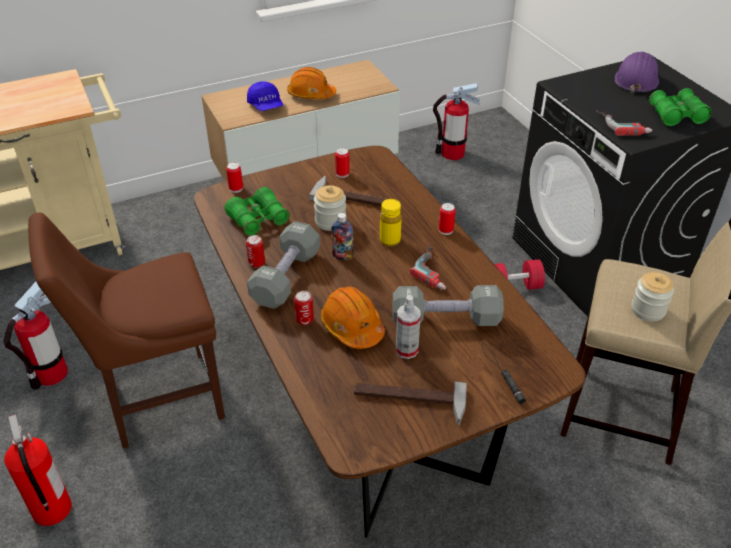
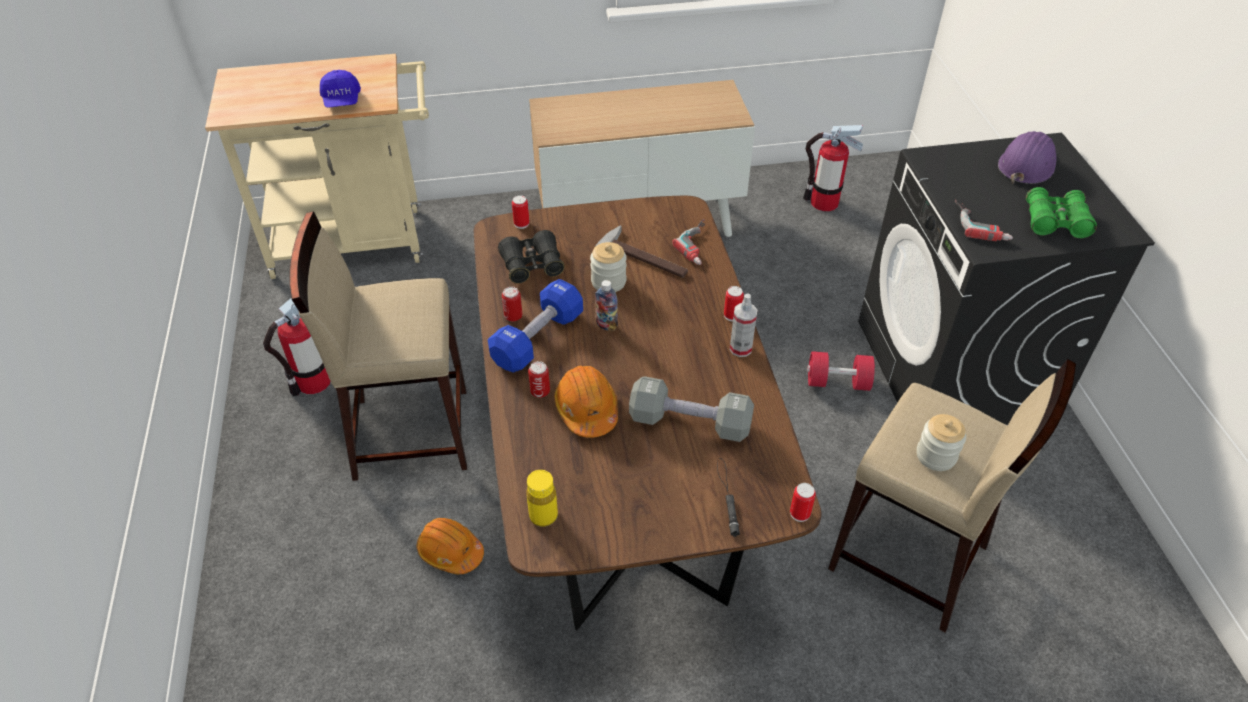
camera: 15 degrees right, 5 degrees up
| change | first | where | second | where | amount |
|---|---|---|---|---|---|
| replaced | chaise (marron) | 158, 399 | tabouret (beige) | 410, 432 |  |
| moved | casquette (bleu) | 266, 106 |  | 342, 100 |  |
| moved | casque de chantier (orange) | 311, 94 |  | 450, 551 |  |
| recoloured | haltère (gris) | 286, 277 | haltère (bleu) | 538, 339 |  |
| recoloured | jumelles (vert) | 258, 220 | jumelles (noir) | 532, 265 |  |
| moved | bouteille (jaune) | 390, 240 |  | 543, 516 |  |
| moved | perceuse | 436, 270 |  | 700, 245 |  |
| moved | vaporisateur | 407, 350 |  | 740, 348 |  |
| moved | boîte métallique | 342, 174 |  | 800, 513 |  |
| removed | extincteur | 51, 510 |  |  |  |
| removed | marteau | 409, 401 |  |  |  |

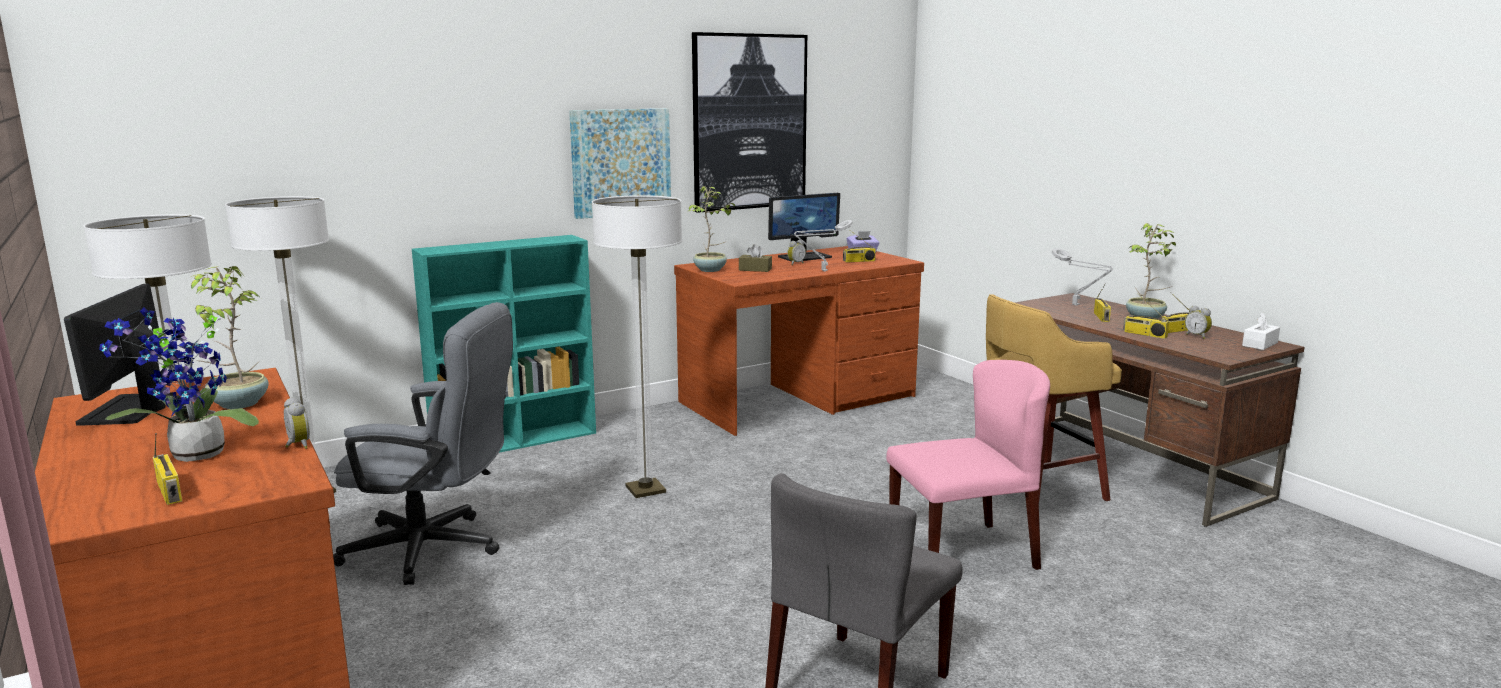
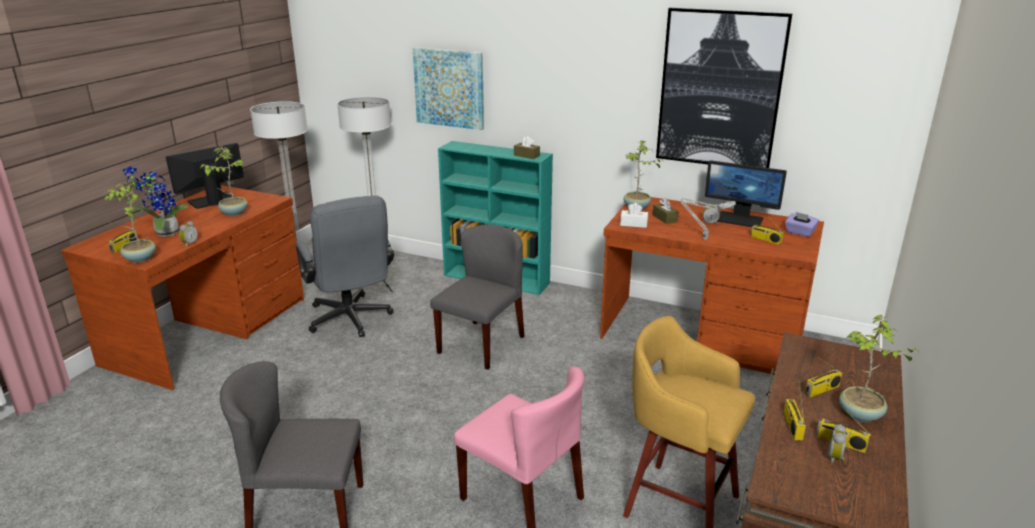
camera: 55 degrees right, 10 degrees up
| change | first | where | second | where | amount |
|---|---|---|---|---|---|
| added |  |  | plante en pot | 139, 259 |  |
| moved | tableau | 620, 162 |  | 449, 88 |  |
| replaced | lampadaire | 645, 490 | chaise (gris) | 481, 344 |  |
| added |  |  | boîte à mouchoirs (marron) | 526, 155 |  |
| moved | boîte à mouchoirs (blanc) | 1260, 344 |  | 633, 224 |  |
| removed | lampe de table (gris) | 1077, 305 |  |  |  |

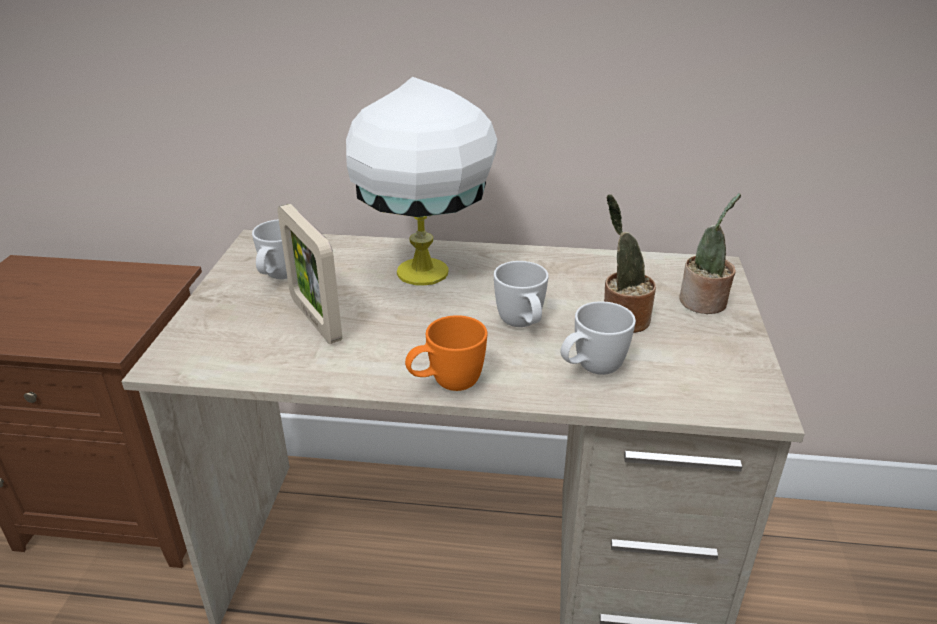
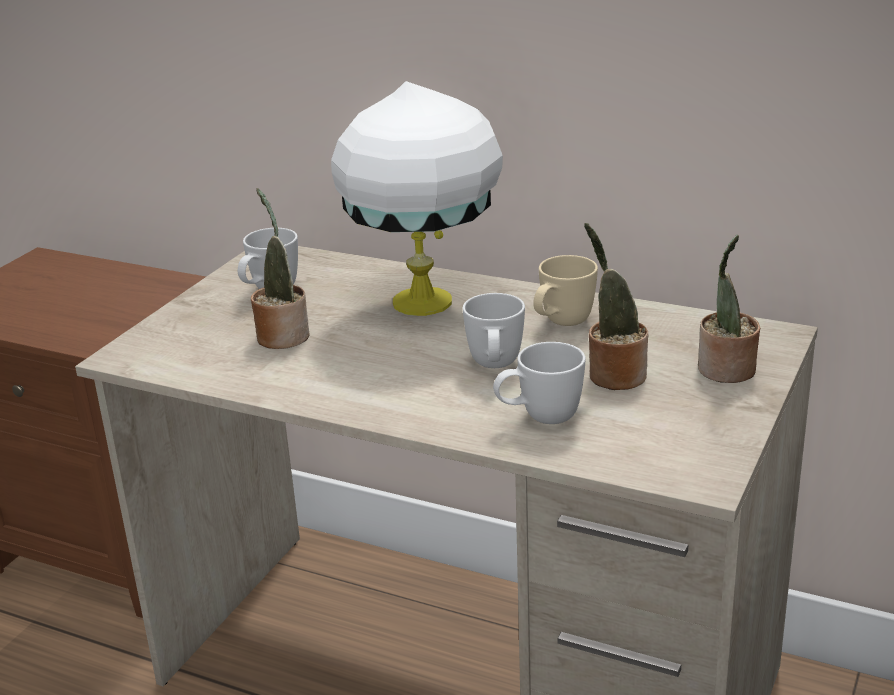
camera: 20 degrees right, 5 degrees down
| change | first | where | second | where | amount |
|---|---|---|---|---|---|
| replaced | cadre photo | 315, 319 | plante en pot | 282, 335 |  |
| added |  |  | mug (beige) | 561, 324 |  |
| removed | mug (orange) | 446, 385 |  |  |  |

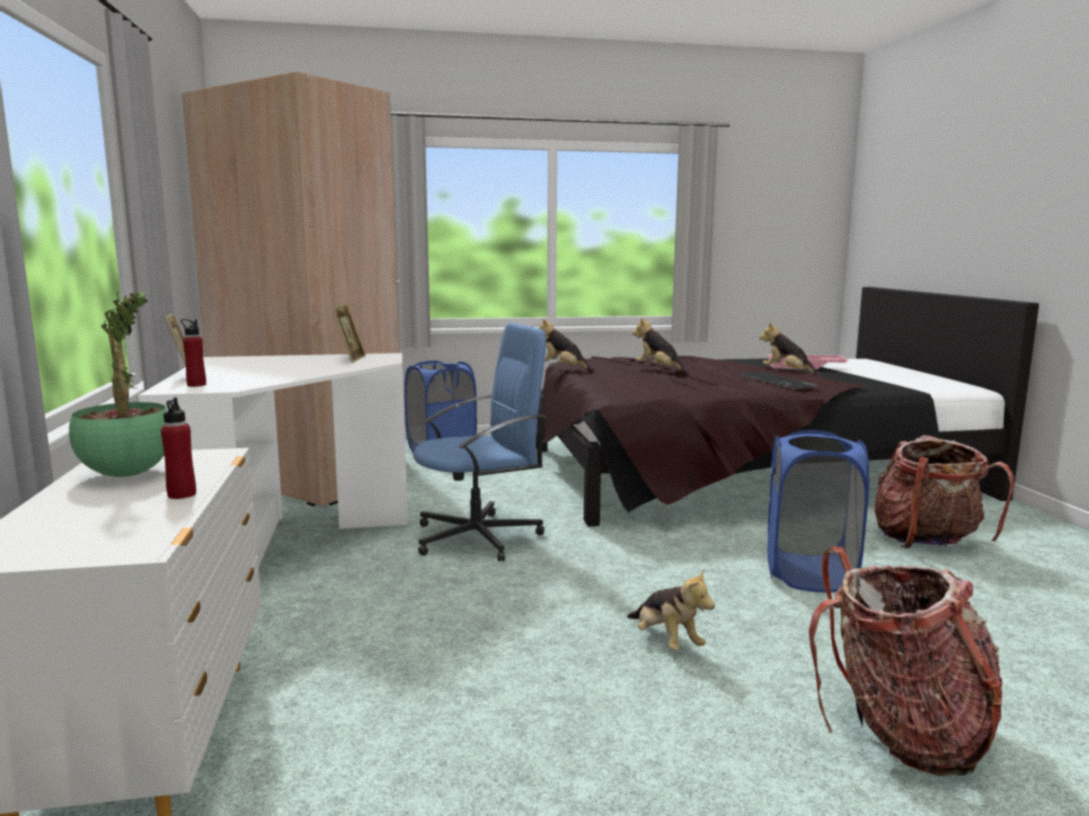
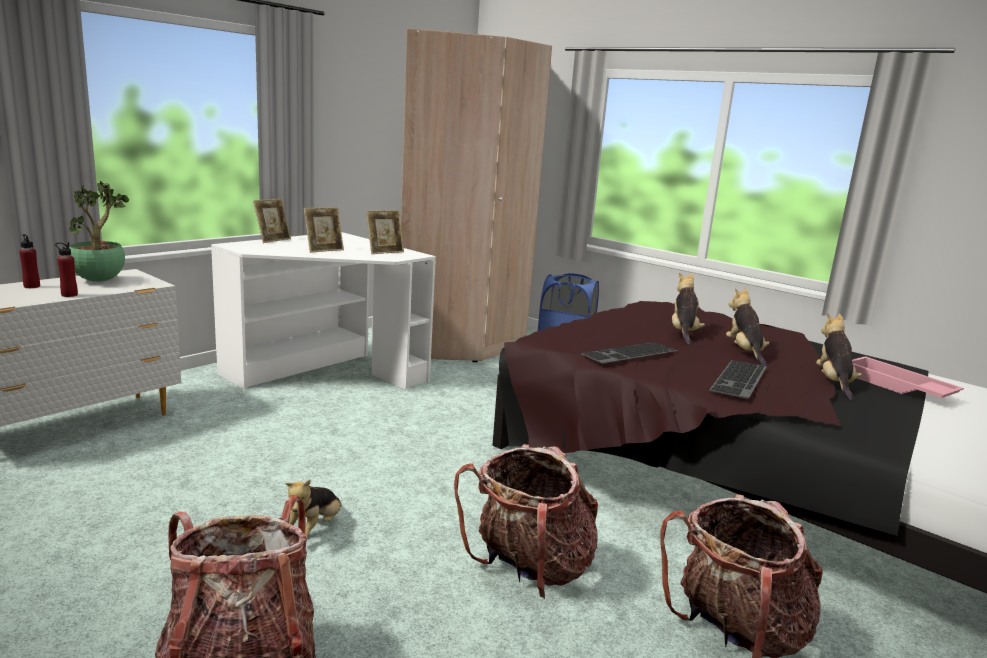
camera: 50 degrees right, 5 degrees up
| change | first | where | second | where | amount |
|---|---|---|---|---|---|
| moved | bouteille (rouge) | 196, 385 |  | 32, 286 |  |
| added |  |  | cadre photo | 324, 250 |  |
| replaced | panier à linge (bleu) | 809, 574 | sac à dos | 529, 569 |  |
| added |  |  | clavier | 630, 354 |  |
| moved | peluche | 563, 369 |  | 744, 352 |  |
| removed | chaise de bureau (bleu) | 479, 537 |  |  |  |

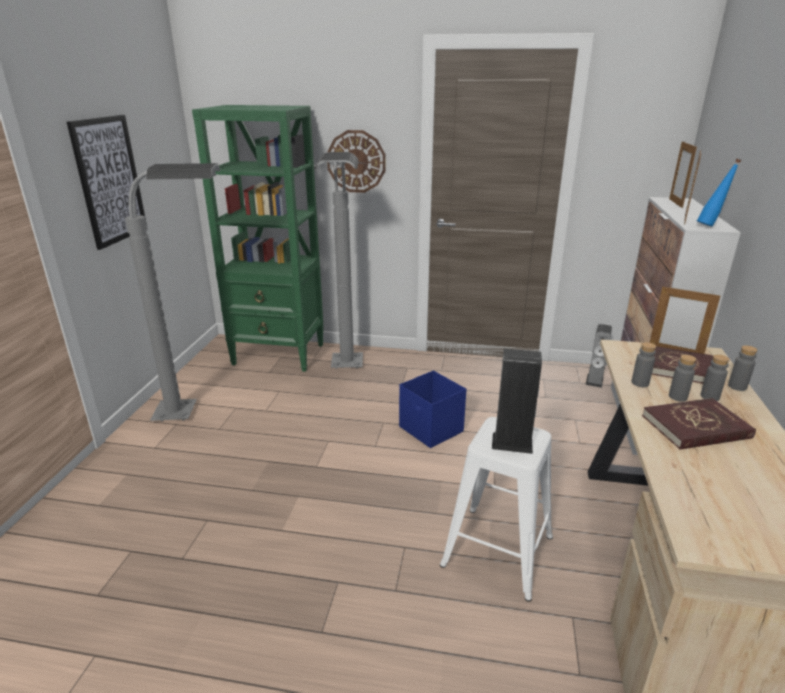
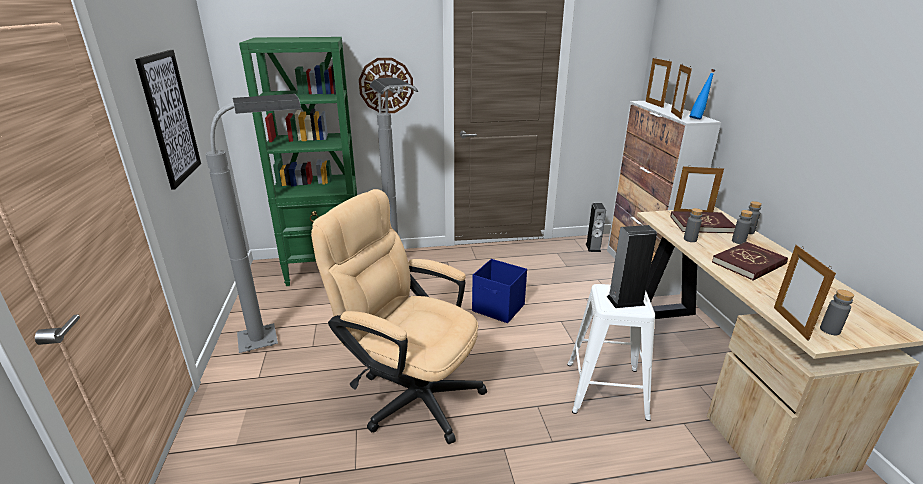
camera: 20 degrees left, 0 degrees up
| change | first | where | second | where | amount |
|---|---|---|---|---|---|
| added |  |  | chaise de bureau (beige) | 410, 392 |  |
| added |  |  | cadre photo | 790, 323 |  |
| moved | bouteille (gris) | 677, 397 |  | 829, 330 |  |

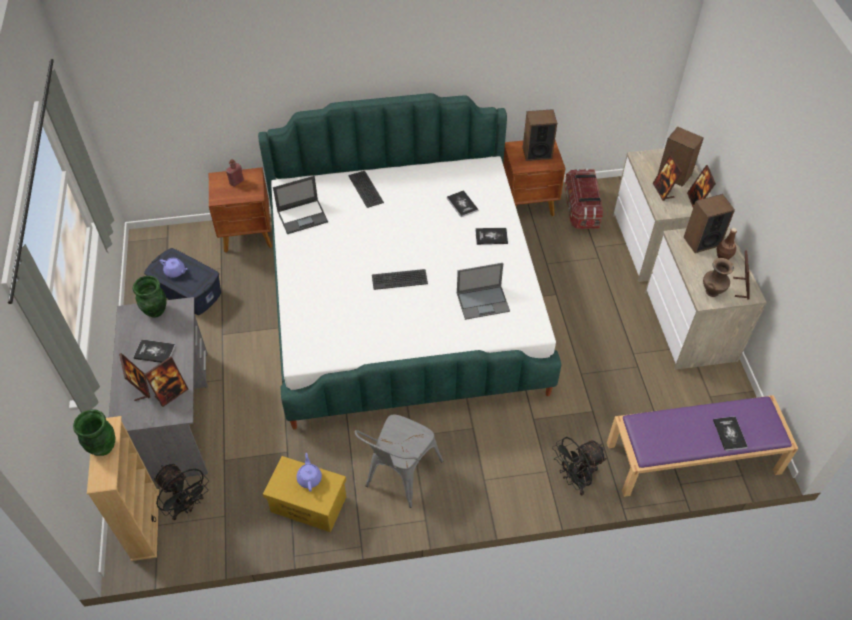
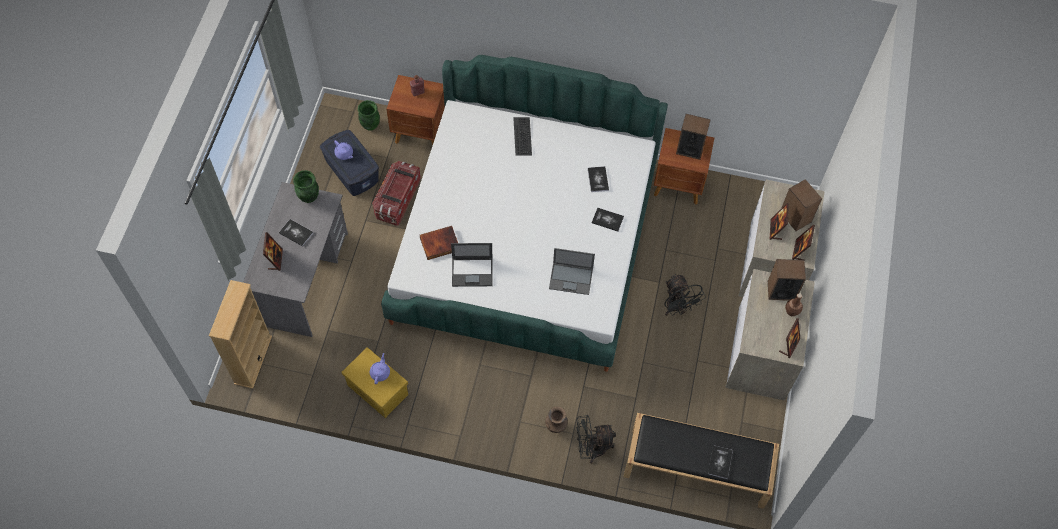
camera: 20 degrees right, 10 degrees up
| change | first | where | second | where | amount |
|---|---|---|---|---|---|
| moved | vase (vert) | 103, 447 |  | 370, 125 |  |
| moved | boîte de rangement | 581, 209 |  | 397, 200 |  |
| added |  |  | livre | 439, 243 |  |
| moved | ordinateur portable | 303, 216 |  | 473, 272 |  |
| moved | vase (marron) | 712, 291 |  | 556, 426 |  |
| recoloured | banc (violet) | 692, 459 | banc (noir) | 696, 468 |  |
| moved | ventilateur (noir) | 186, 506 |  | 677, 308 |  |
| removed | cadre photo | 171, 393 |  |  |  |
| removed | chaise (gris) | 399, 477 |  |  |  |
| removed | clavier | 399, 279 |  |  |  |

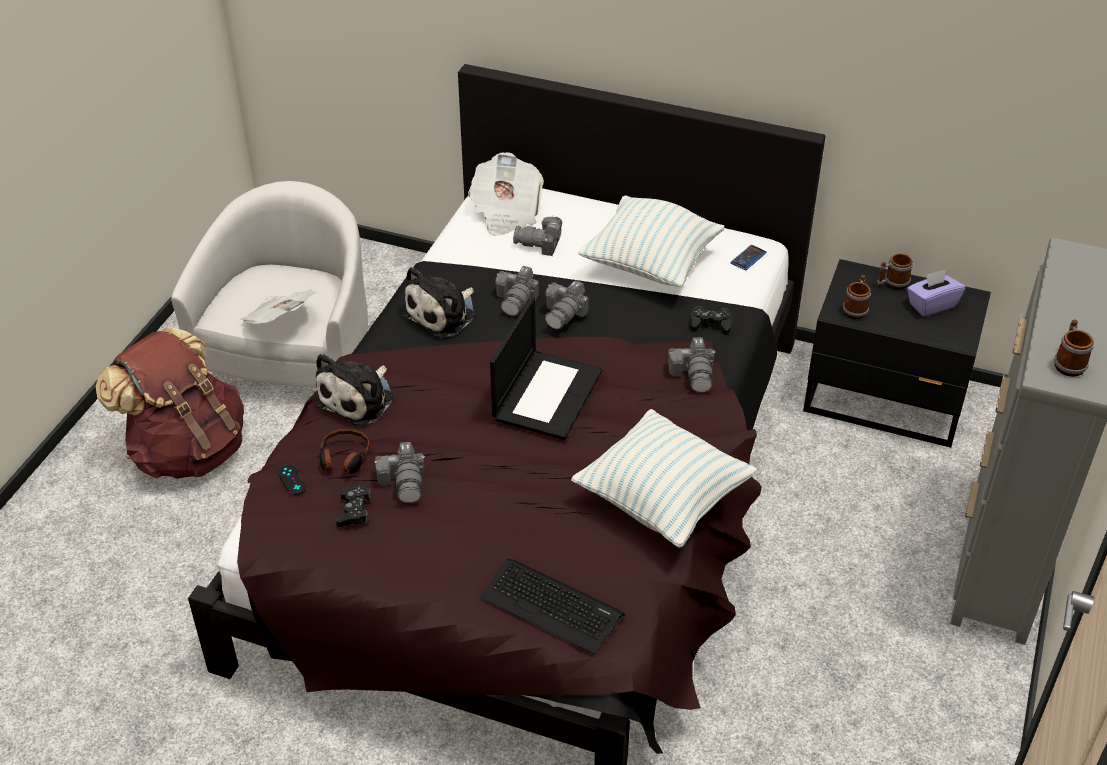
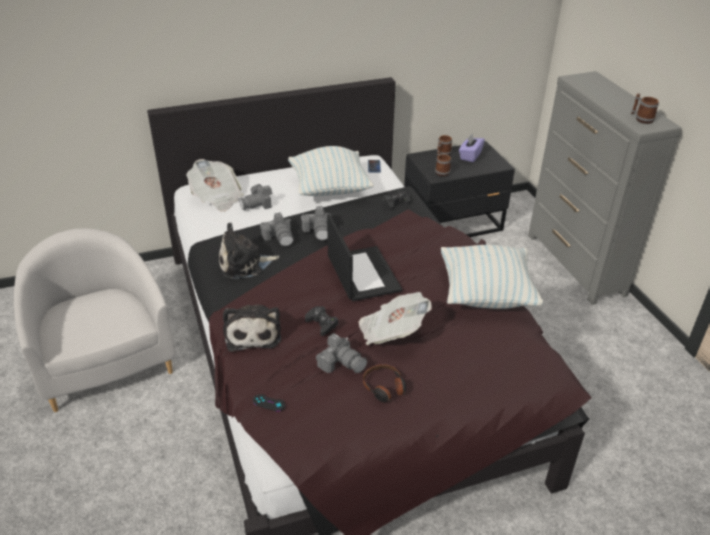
camera: 40 degrees left, 5 degrees down
| change | first | where | second | where | amount |
|---|---|---|---|---|---|
| turned | peluche | 443, 314 |  | 244, 264 | 75 degrees clockwise |
| moved | manette (noir) | 354, 511 |  | 322, 324 |  |
| moved | journal | 280, 322 |  | 391, 332 |  |
| moved | casque audio | 344, 458 |  | 385, 388 |  |
| removed | sac à dos (marron) | 187, 450 |  |  |  |
| removed | clavier | 551, 606 |  |  |  |
| removed | appareil photo | 694, 374 |  |  |  |

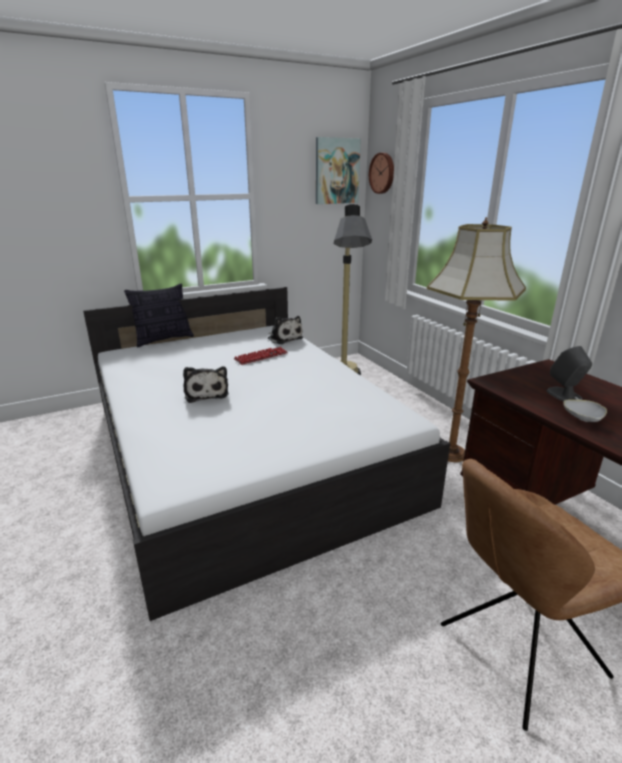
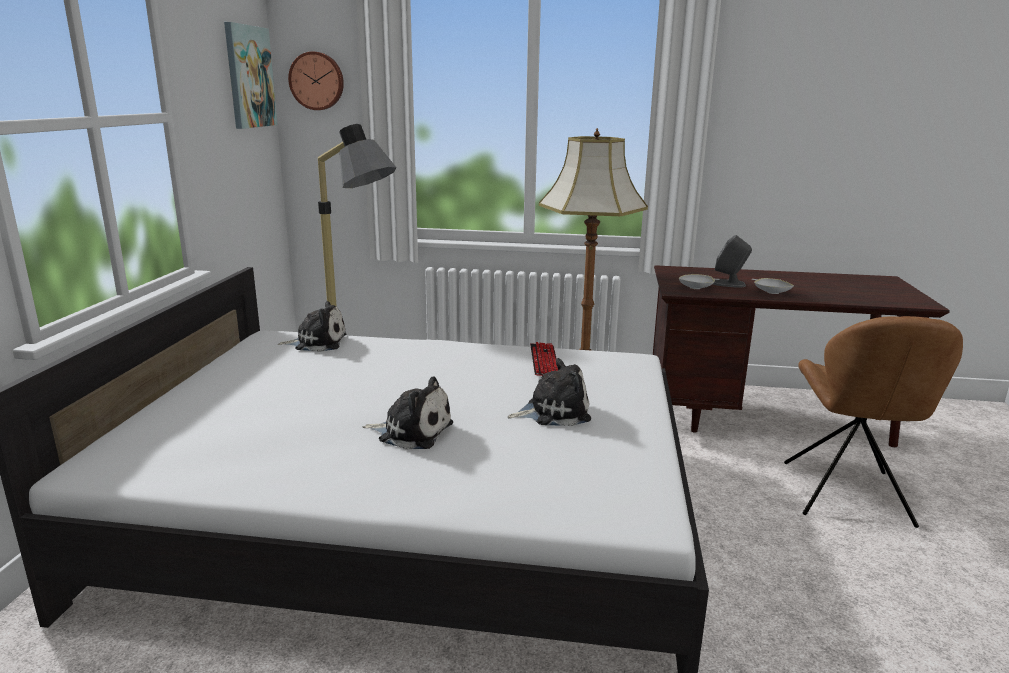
camera: 55 degrees left, 5 degrees down
| change | first | where | second | where | amount |
|---|---|---|---|---|---|
| added |  |  | peluche | 553, 412 |  |
| moved | clavier | 261, 356 |  | 544, 361 |  |
| added |  |  | bol (blanc) | 697, 288 |  |
| removed | coussin | 164, 340 |  |  |  |

